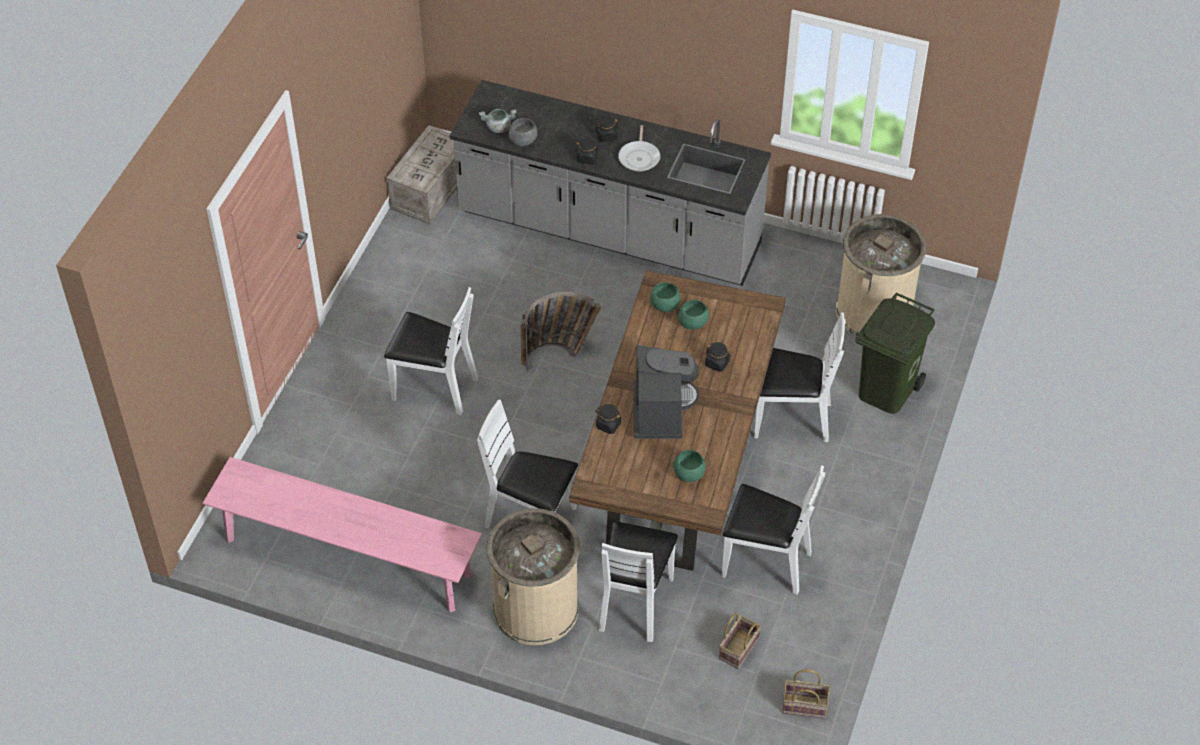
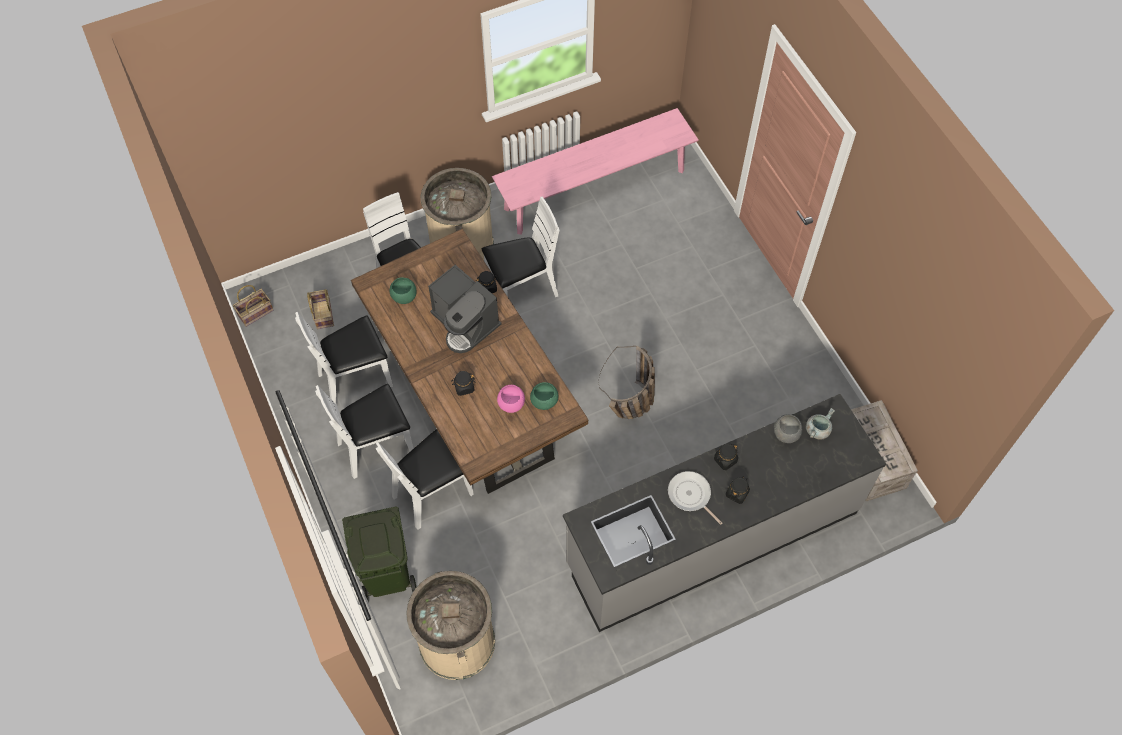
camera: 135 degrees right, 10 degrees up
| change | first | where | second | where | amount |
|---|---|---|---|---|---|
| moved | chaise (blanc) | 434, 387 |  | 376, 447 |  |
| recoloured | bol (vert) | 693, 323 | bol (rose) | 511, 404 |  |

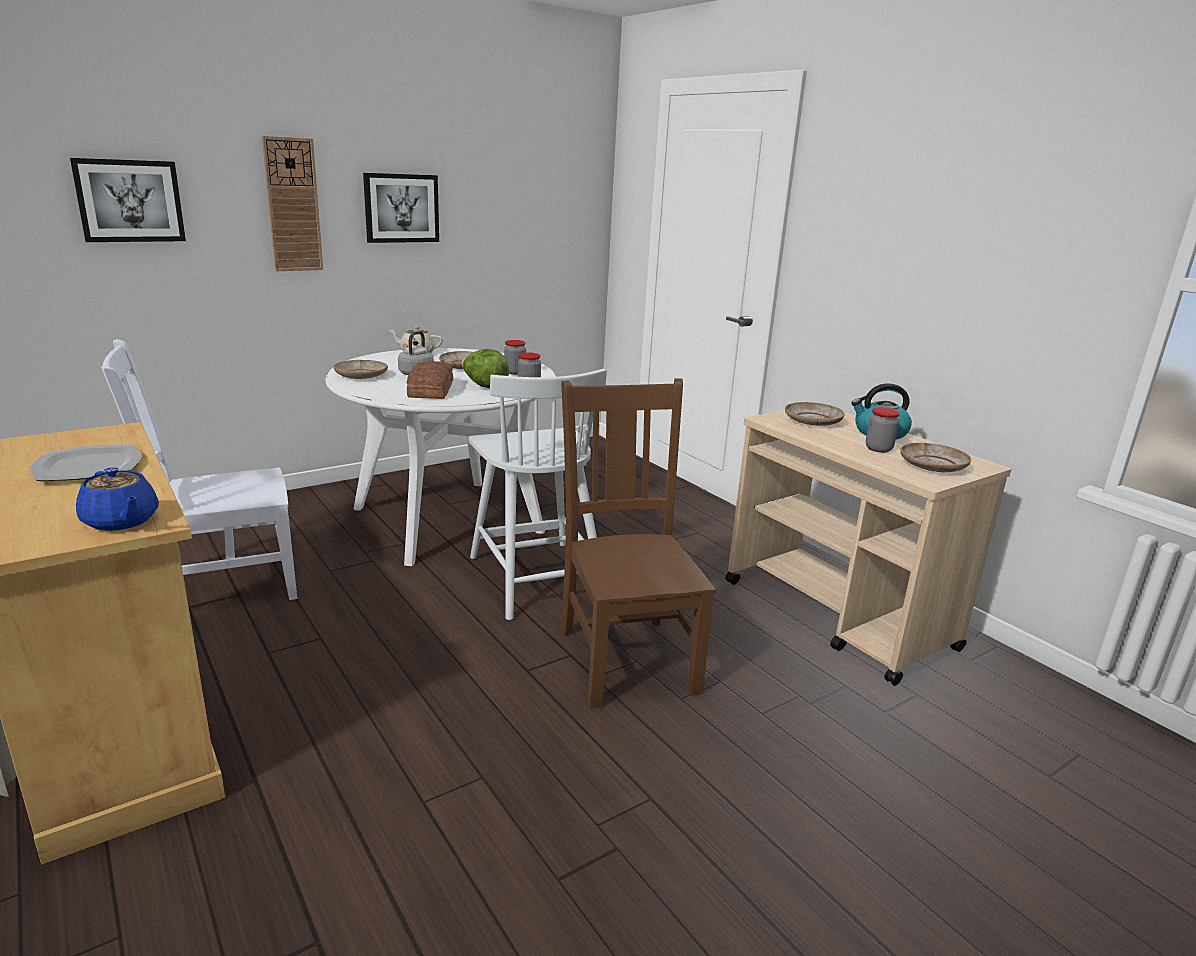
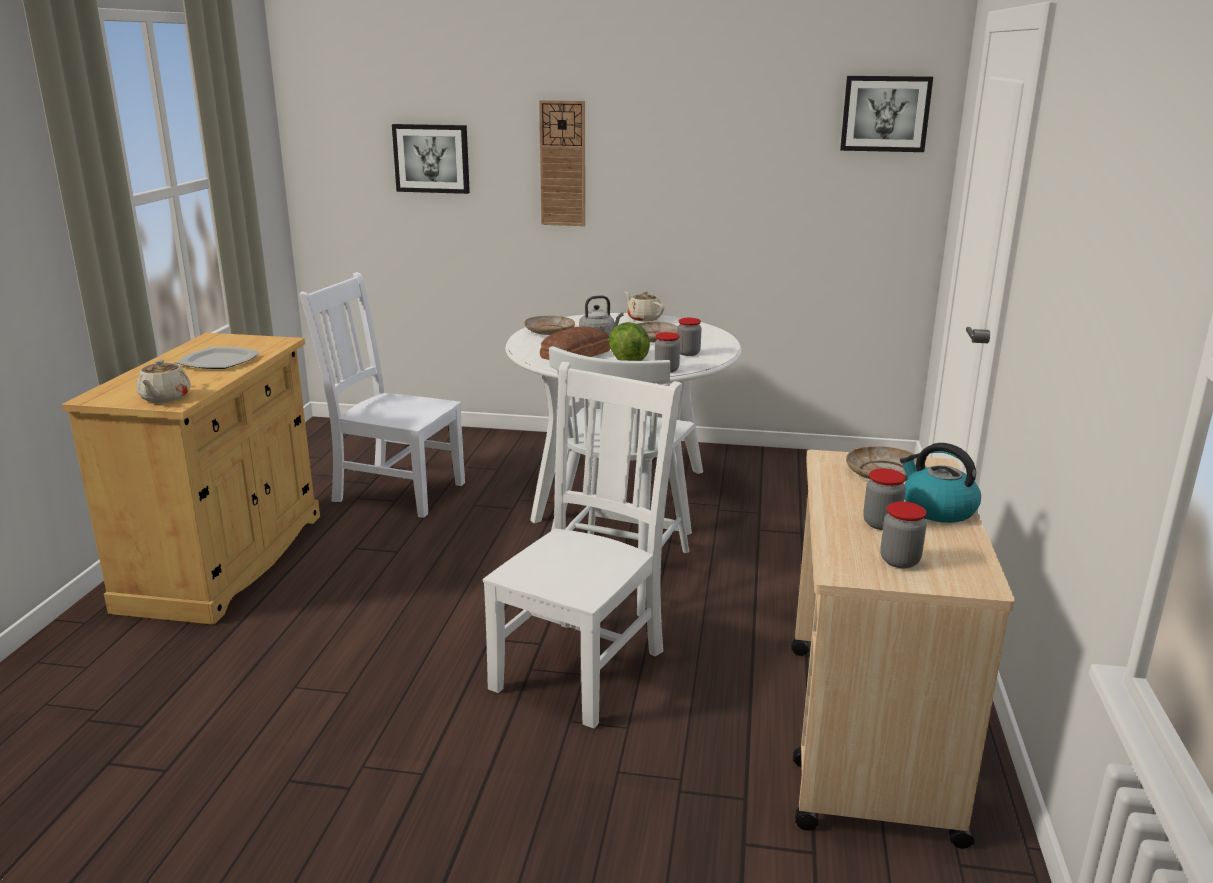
camera: 45 degrees right, 0 degrees up
| change | first | where | second | where | amount |
|---|---|---|---|---|---|
| recoloured | théière (bleu) | 121, 521 | théière (beige) | 164, 398 |  |
| recoloured | chaise (marron) | 626, 656 | chaise (blanc) | 582, 666 |  |
| moved | tableau | 401, 208 |  | 885, 113 |  |
| replaced | assiette (beige) | 932, 466 | bocal | 899, 561 |  |

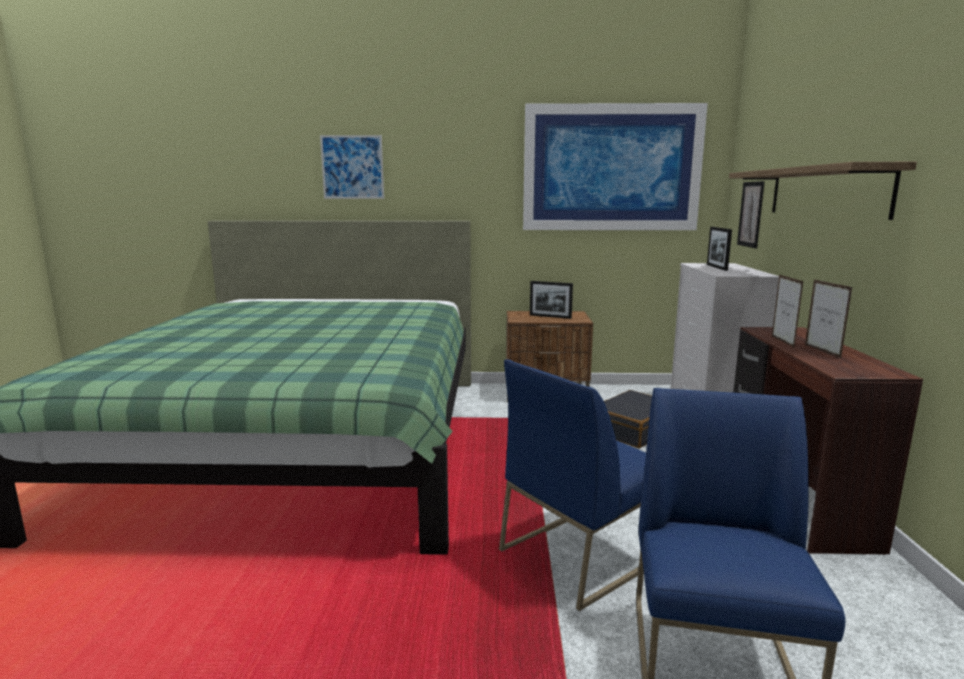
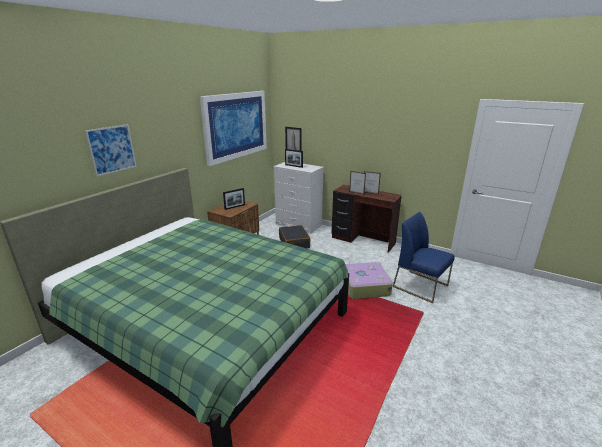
camera: 60 degrees left, 10 degrees up
| change | first | where | second | where | amount |
|---|---|---|---|---|---|
| replaced | chaise (bleu) | 579, 554 | valise | 364, 286 |  |
| removed | étagère | 825, 192 |  |  |  |

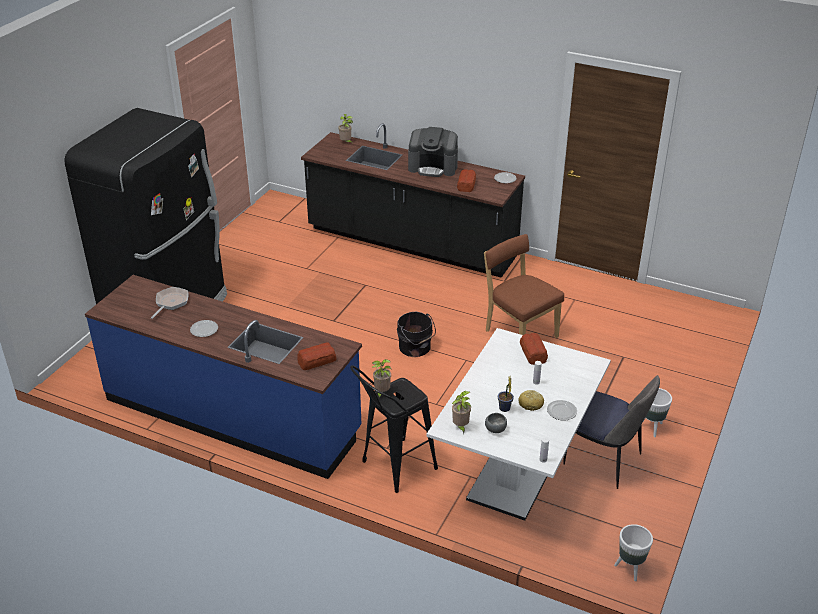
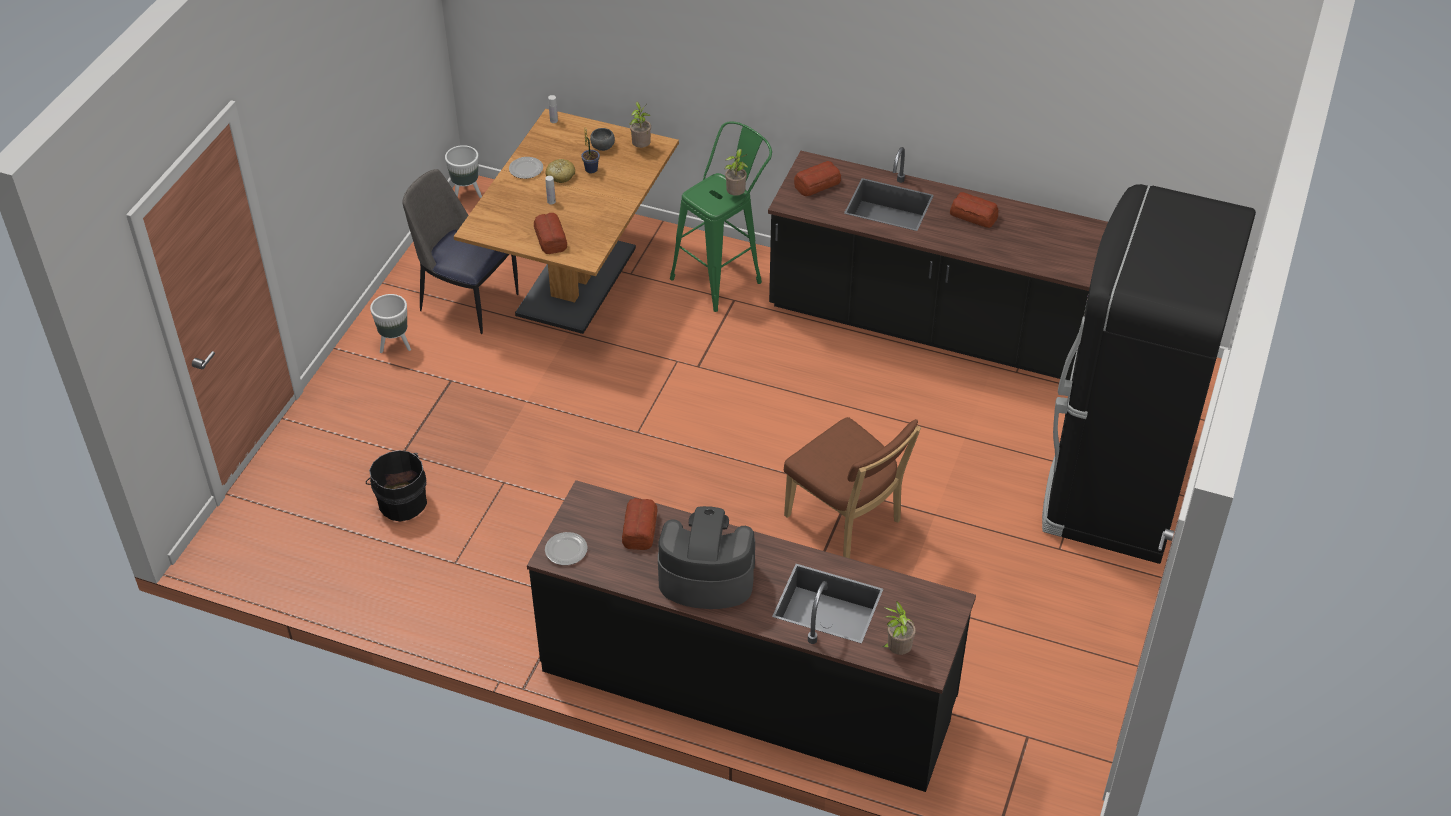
camera: 175 degrees right, 10 degrees up
| change | first | where | second | where | amount |
|---|---|---|---|---|---|
| moved | seau (noir) | 415, 348 |  | 401, 501 |  |
| recoloured | table à manger (blanc) | 515, 472 | table à manger (marron) | 576, 281 |  |
| recoloured | tabouret (noir) | 393, 468 | tabouret (vert) | 723, 276 |  |
| recoloured | comptoir de cuisine (bleu) | 232, 415 | comptoir de cuisine (noir) | 941, 329 |  |
| moved | chaise (marron) | 519, 332 |  | 846, 522 |  |
| replaced | assiette | 204, 329 | pain | 974, 216 |  |
| removed | poêle | 171, 302 |  |  |  |

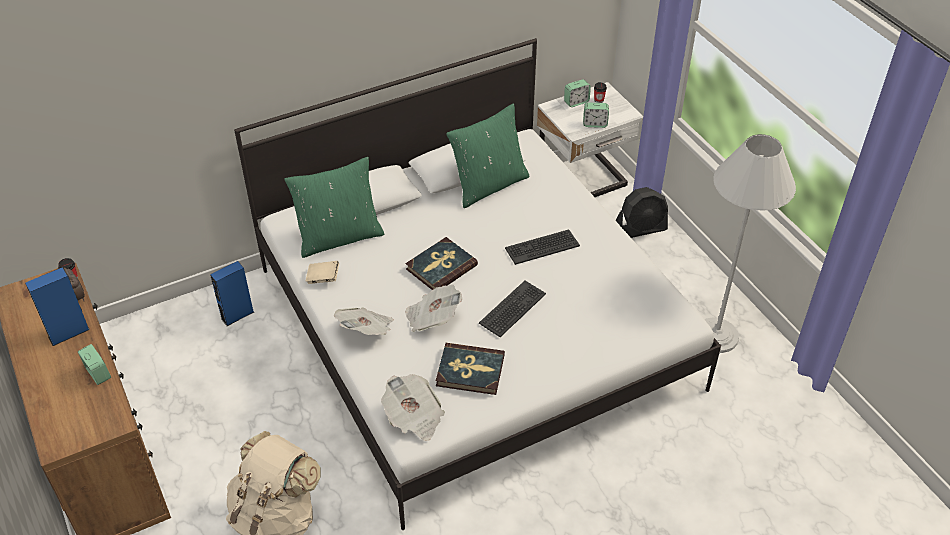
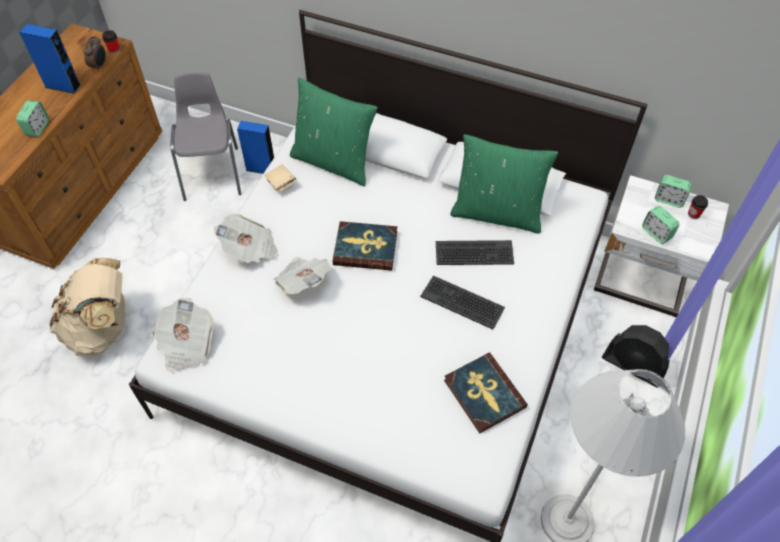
camera: 50 degrees right, 10 degrees up
| change | first | where | second | where | amount |
|---|---|---|---|---|---|
| added |  |  | chaise (gris) | 212, 173 |  |
| moved | clavier | 513, 309 |  | 474, 254 |  |
| moved | livre | 470, 371 |  | 484, 394 |  |

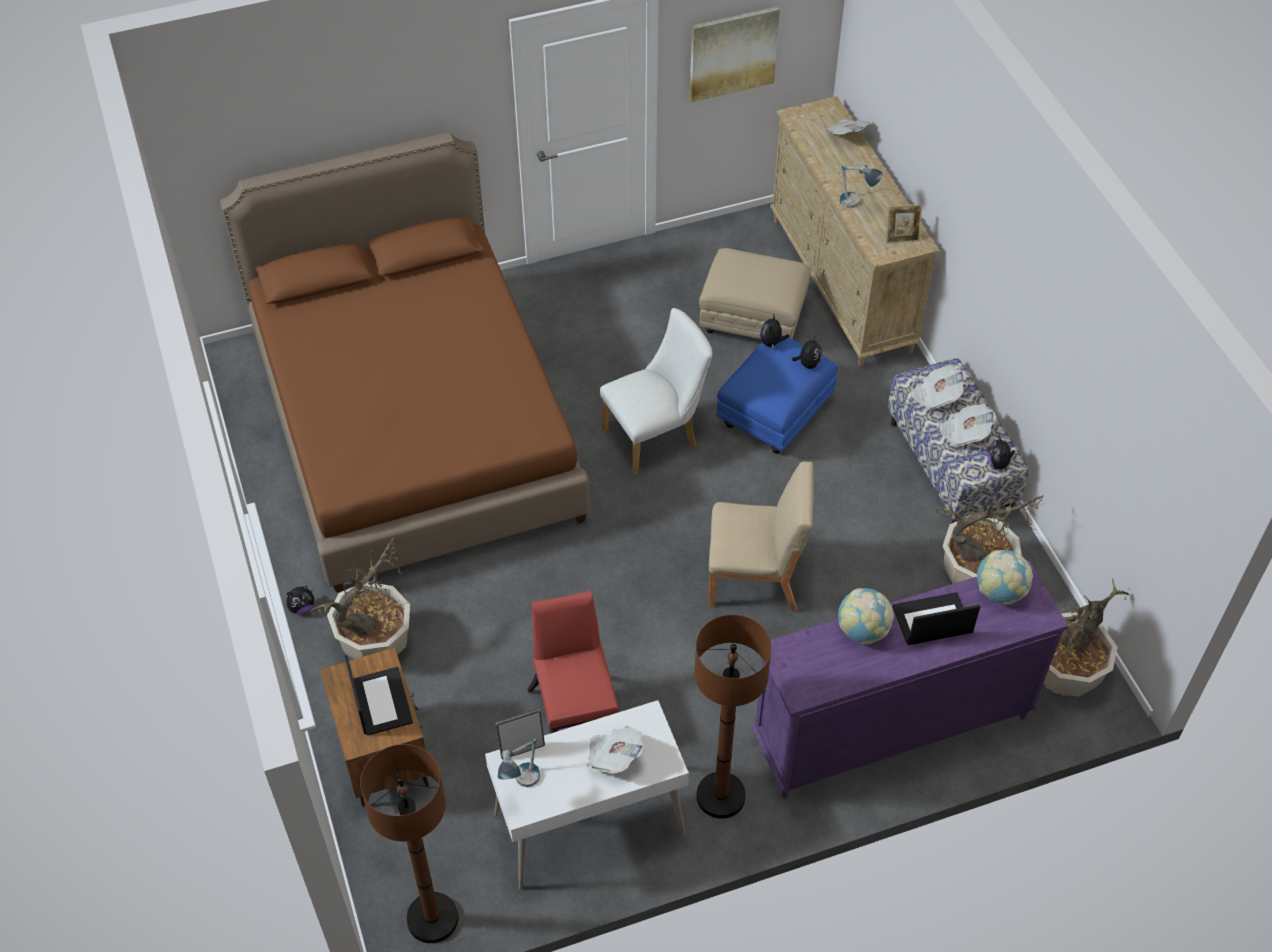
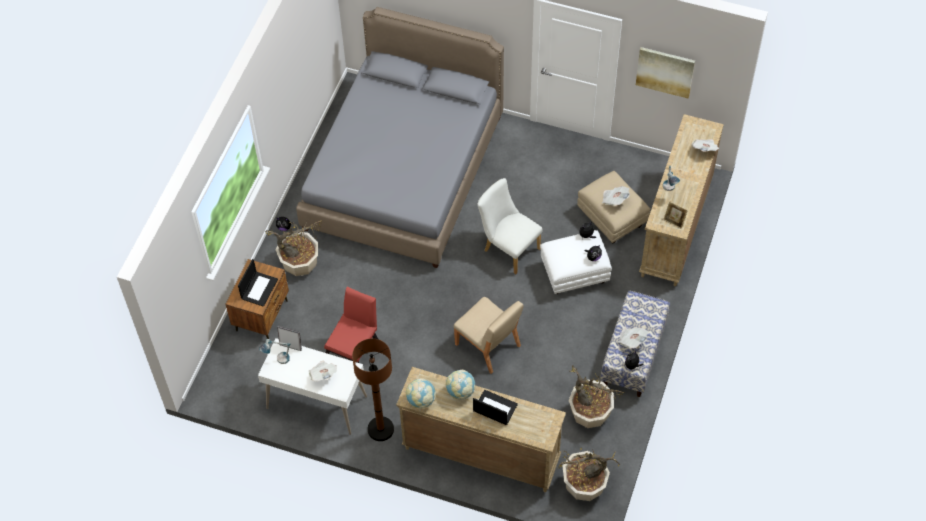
camera: 40 degrees right, 5 degrees up
| change | first | where | second | where | amount |
|---|---|---|---|---|---|
| recoloured | lit (marron) | 414, 426 | lit (gris) | 404, 172 |  |
| recoloured | commode (violet) | 890, 729 | commode (beige) | 480, 453 |  |
| moved | globe | 999, 592 |  | 421, 400 |  |
| turned | chaise (blanc) | 656, 436 |  | 508, 248 | 150 degrees counterclockwise |
| recoloured | pouf (bleu) | 773, 415 | pouf (blanc) | 573, 274 |  |
| moved | journal | 936, 396 |  | 614, 199 |  |
| removed | lampadaire (marron) | 432, 918 |  |  |  |

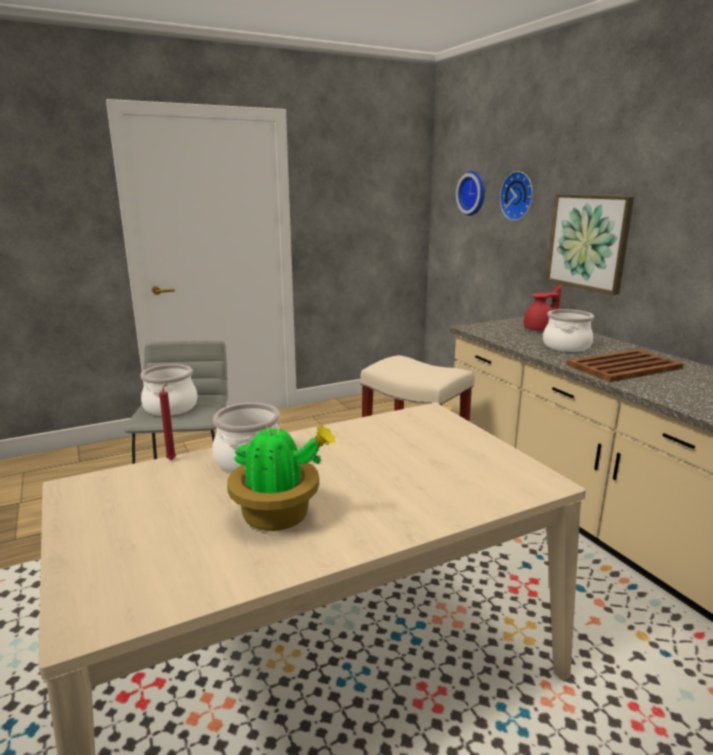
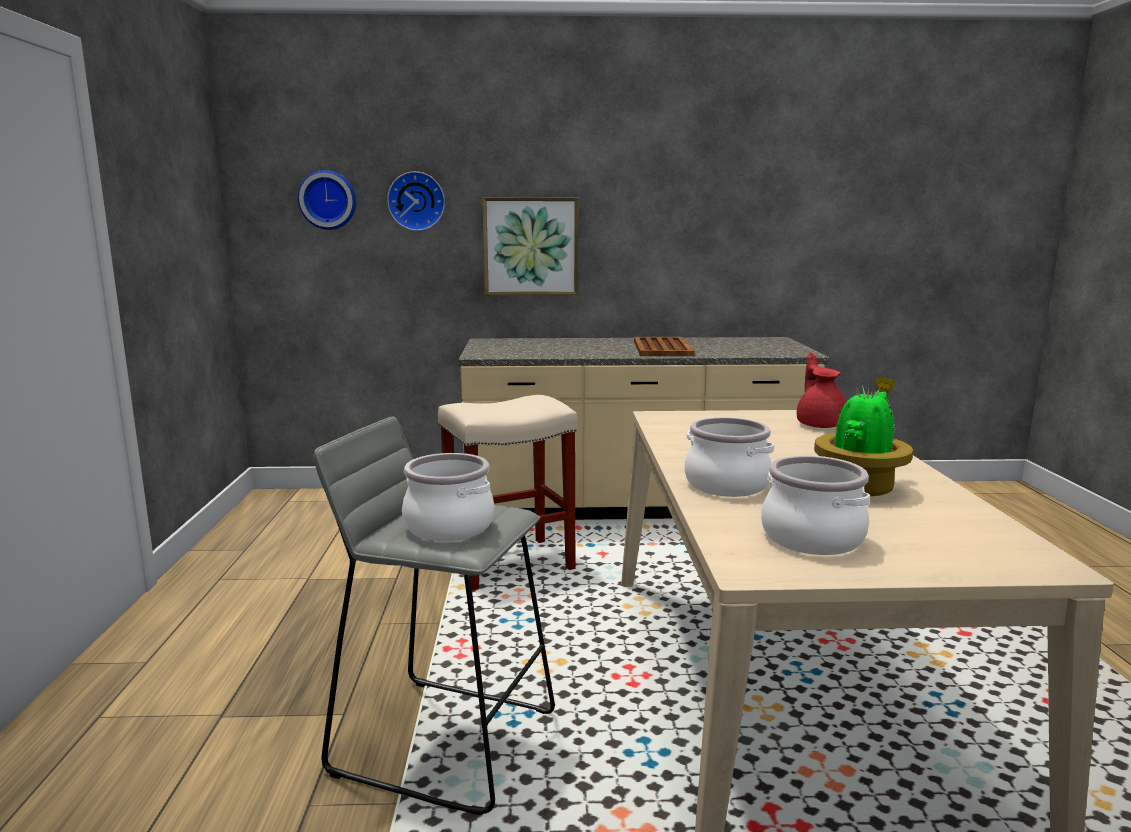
camera: 65 degrees left, 5 degrees down
| change | first | where | second | where | amount |
|---|---|---|---|---|---|
| moved | marmite | 565, 346 |  | 811, 538 |  |
| moved | théière (rouge) | 541, 329 |  | 820, 424 |  |
| removed | bougie (rouge) | 172, 459 |  |  |  |

